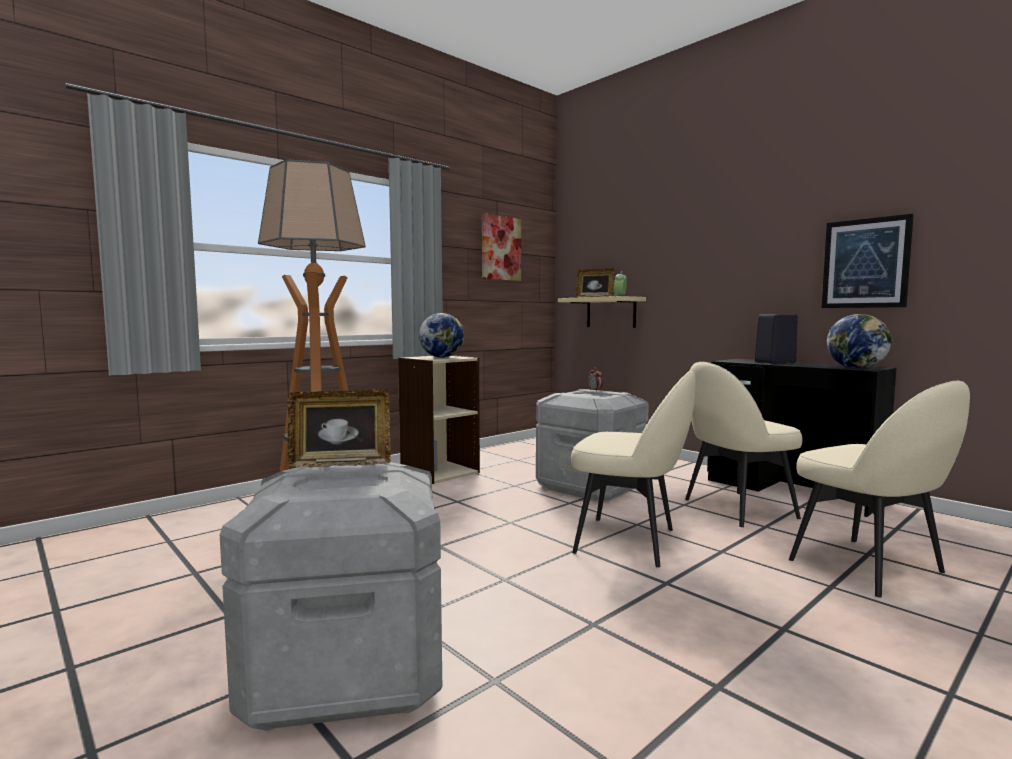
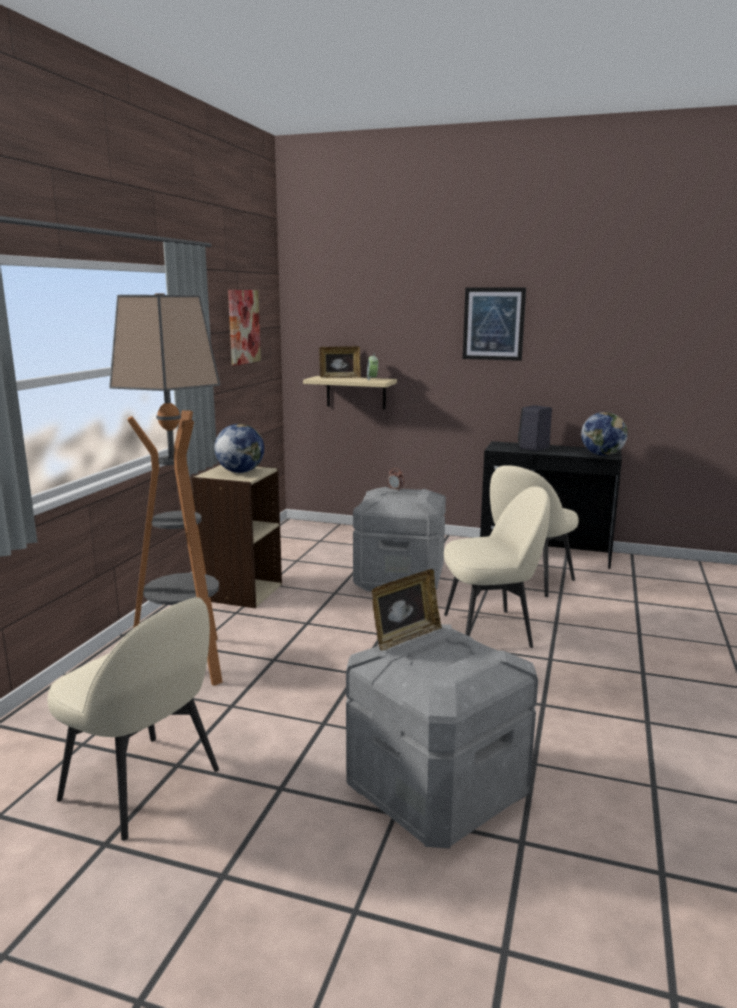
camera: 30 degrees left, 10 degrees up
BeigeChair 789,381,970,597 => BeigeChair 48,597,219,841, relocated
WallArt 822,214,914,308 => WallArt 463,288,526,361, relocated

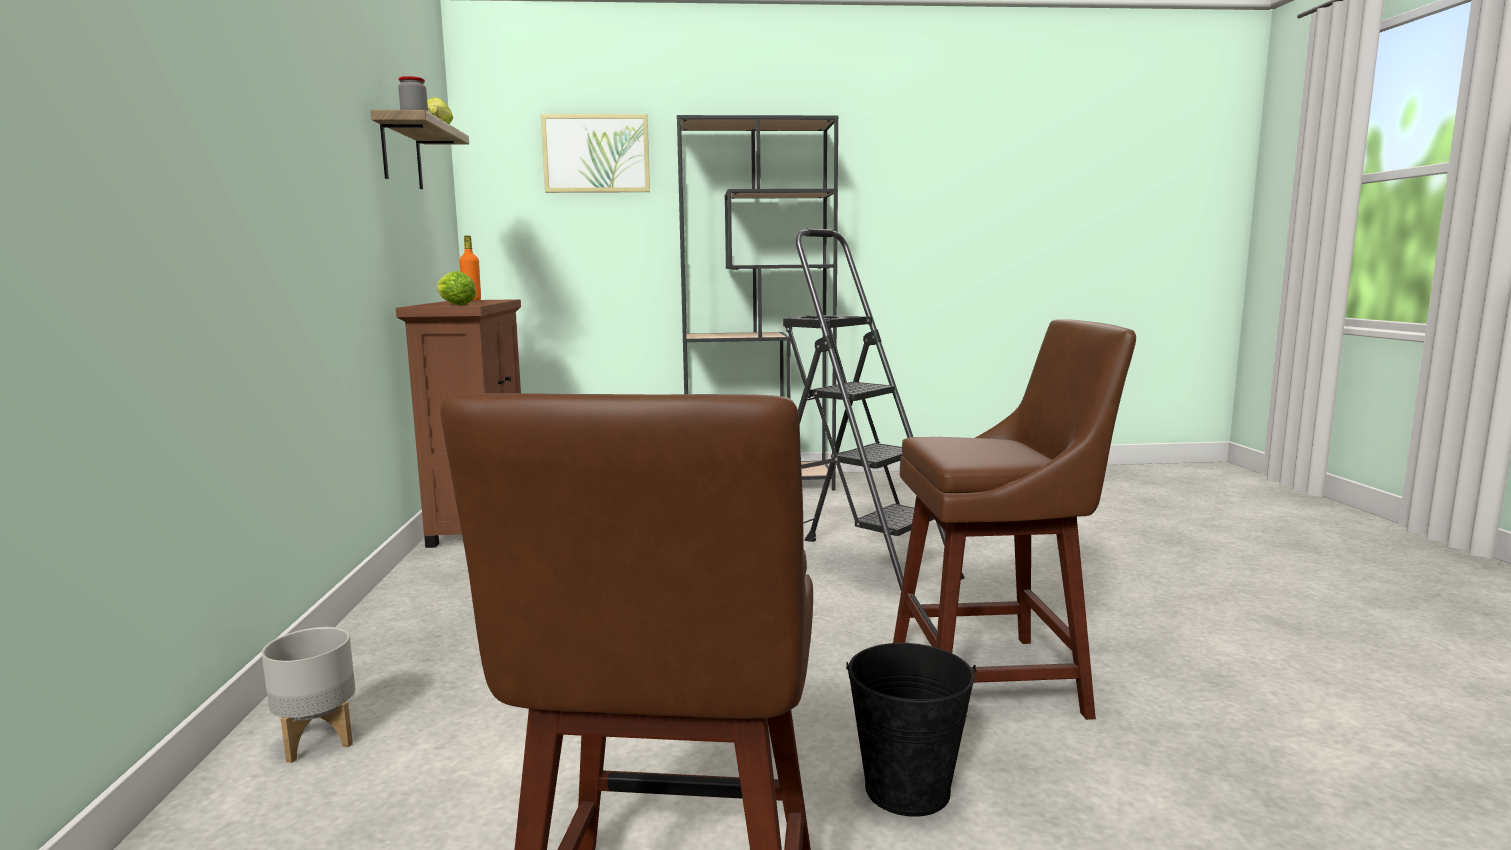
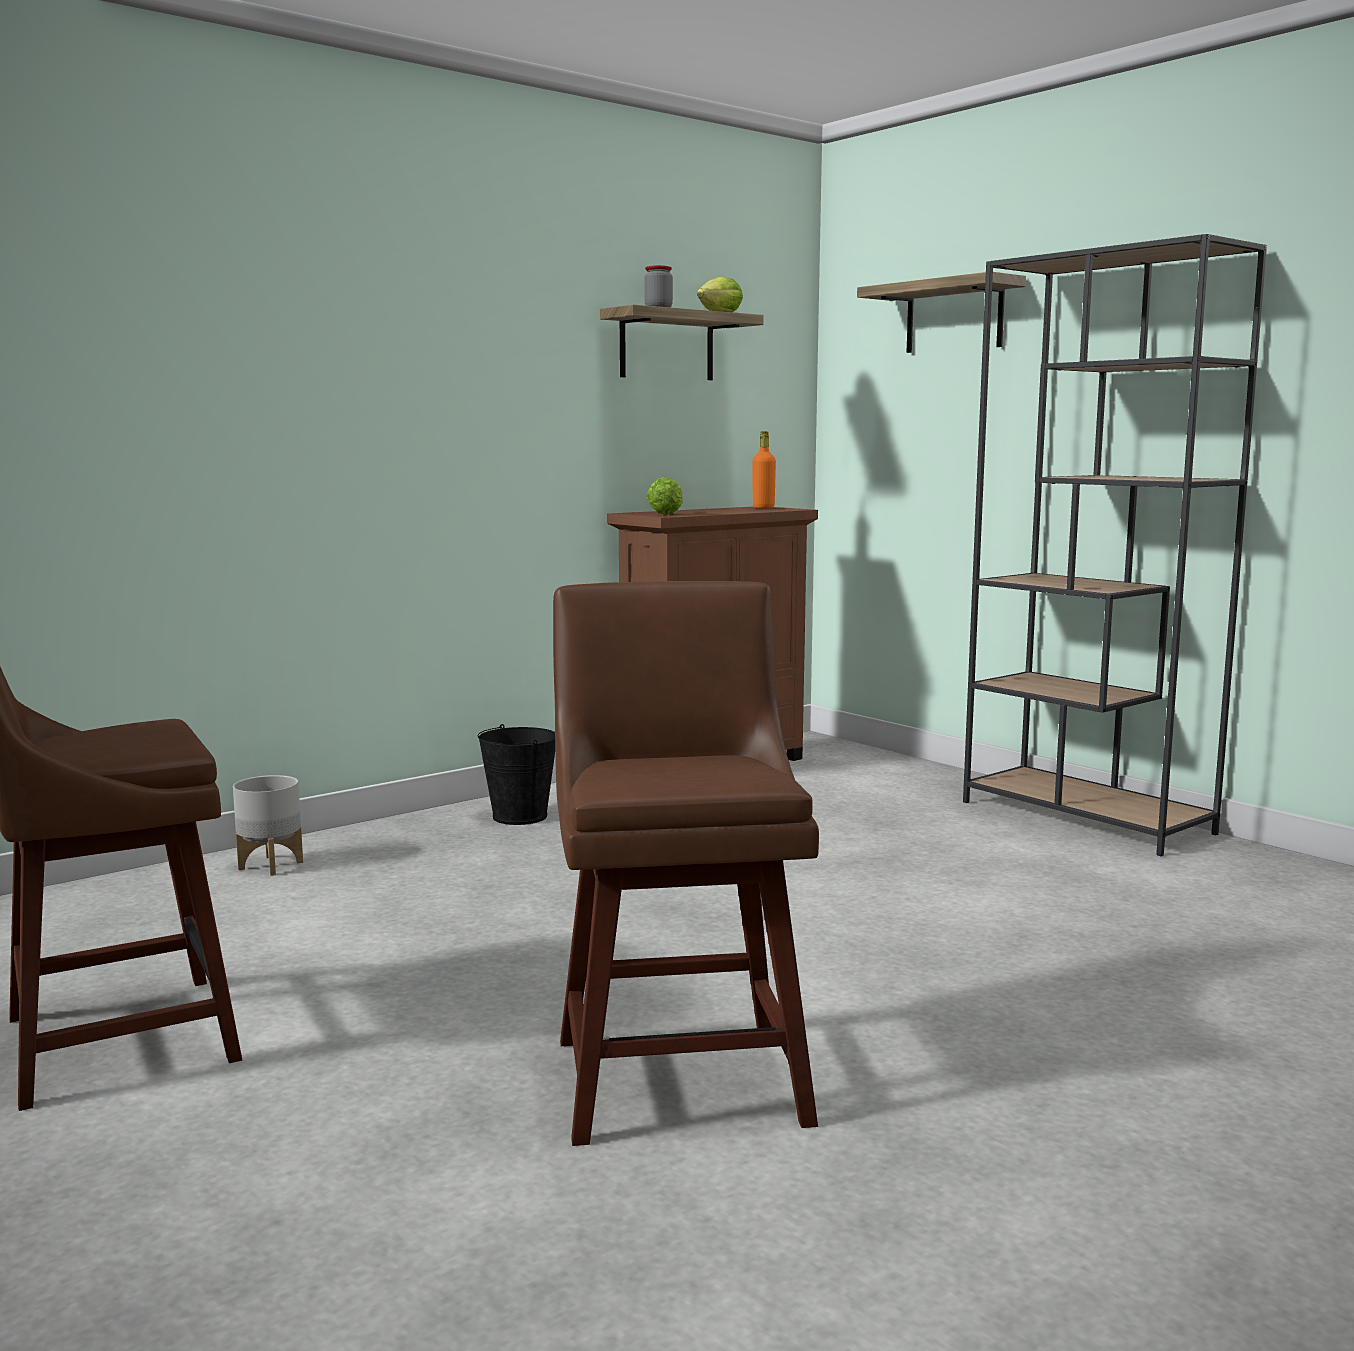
camera: 55 degrees right, 0 degrees up
BlackishWaterBucket 846,643,977,817 => BlackishWaterBucket 478,724,555,825, relocated
BrownChair 893,319,1136,720 => BrownChair 553,581,819,1146, 150 degrees counterclockwise
WallArt 541,114,650,193 => BracketShelf 857,272,1026,353
Stepladder 783,229,965,590 => nothing

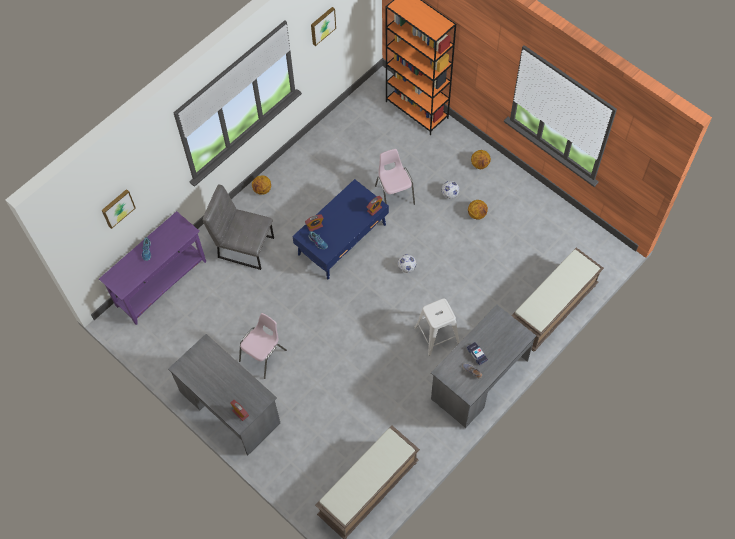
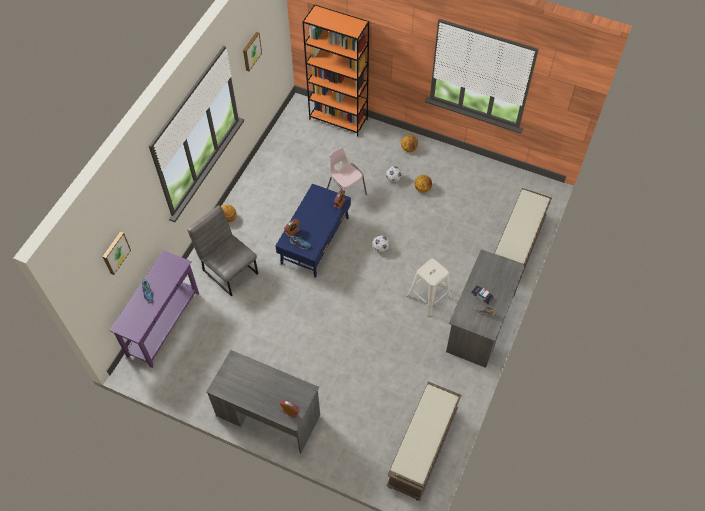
camera: 20 degrees left, 5 degrees down
GrayChair 202,184,274,270 => GrayChair 188,205,258,296, 45 degrees clockwise
PinkColouredChair 239,313,287,379 => nothing

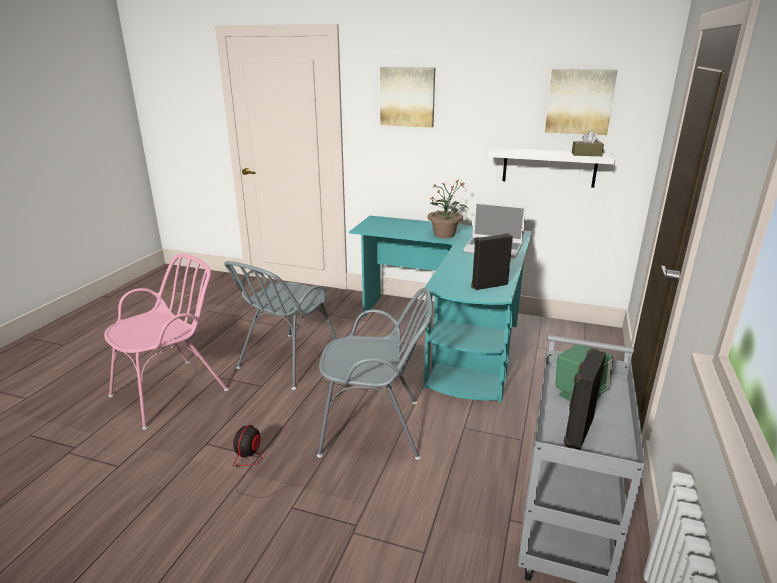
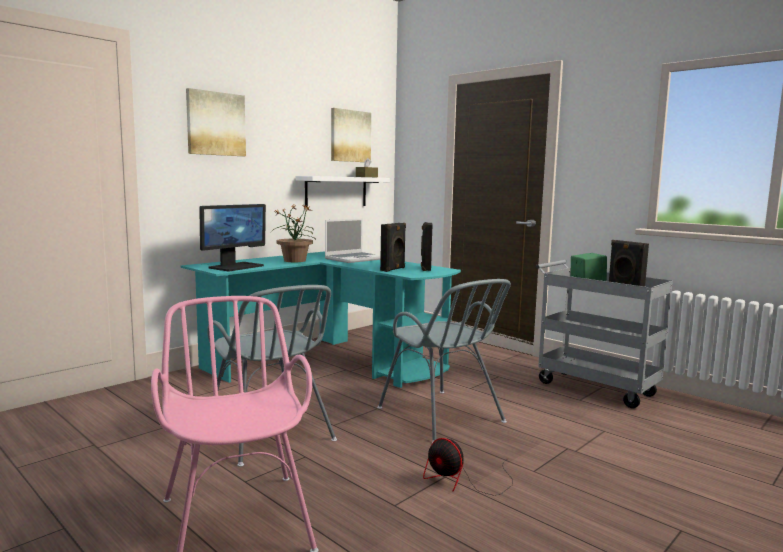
camera: 65 degrees left, 15 degrees down
nothing => ComputerDisplay 199,204,266,271
GrayChair 317,288,433,460 => GrayChair 377,279,511,443, 120 degrees clockwise
nothing => BlackishSpeaker 380,223,406,272

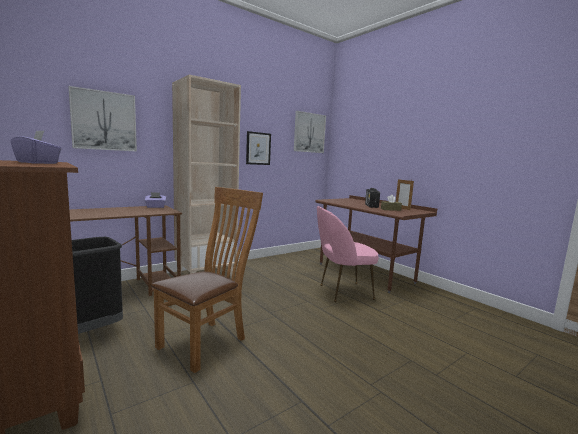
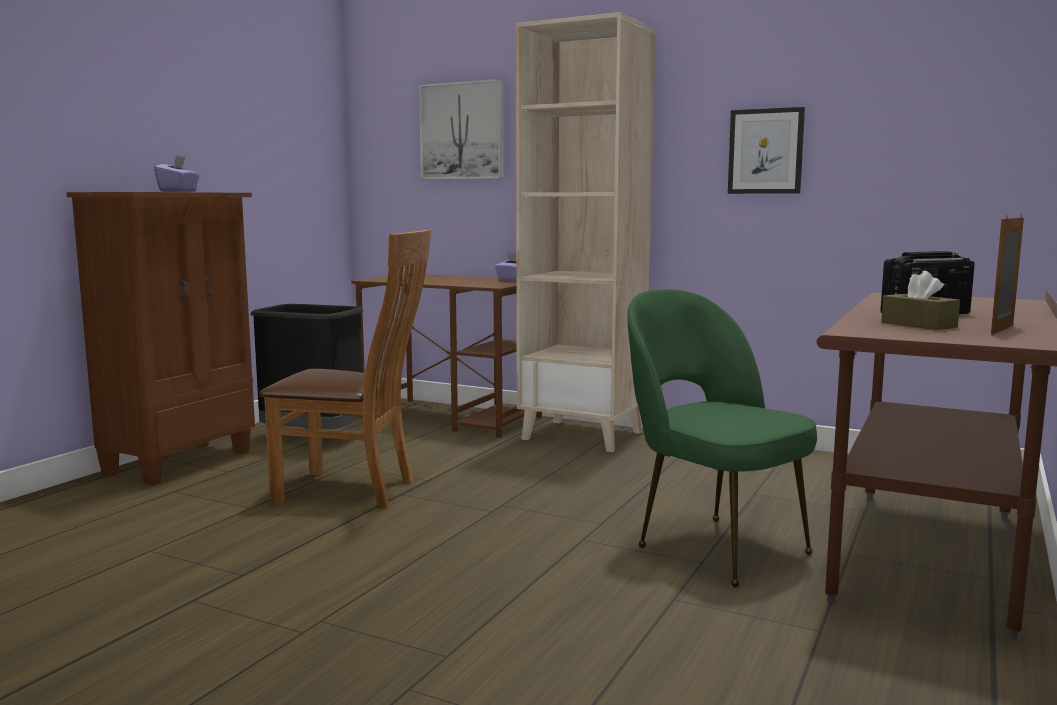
camera: 65 degrees right, 0 degrees up
PinkColouredChair 317,206,379,302 => GreenChair 627,289,817,587
WallArt 294,111,326,153 => nothing

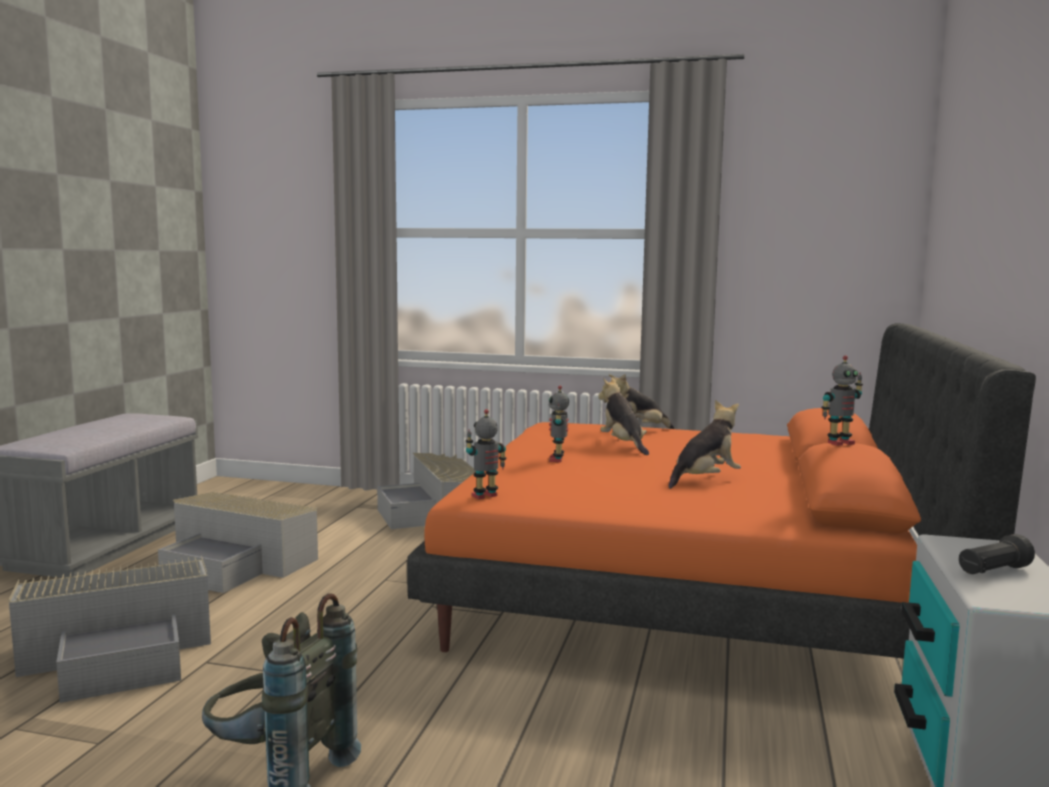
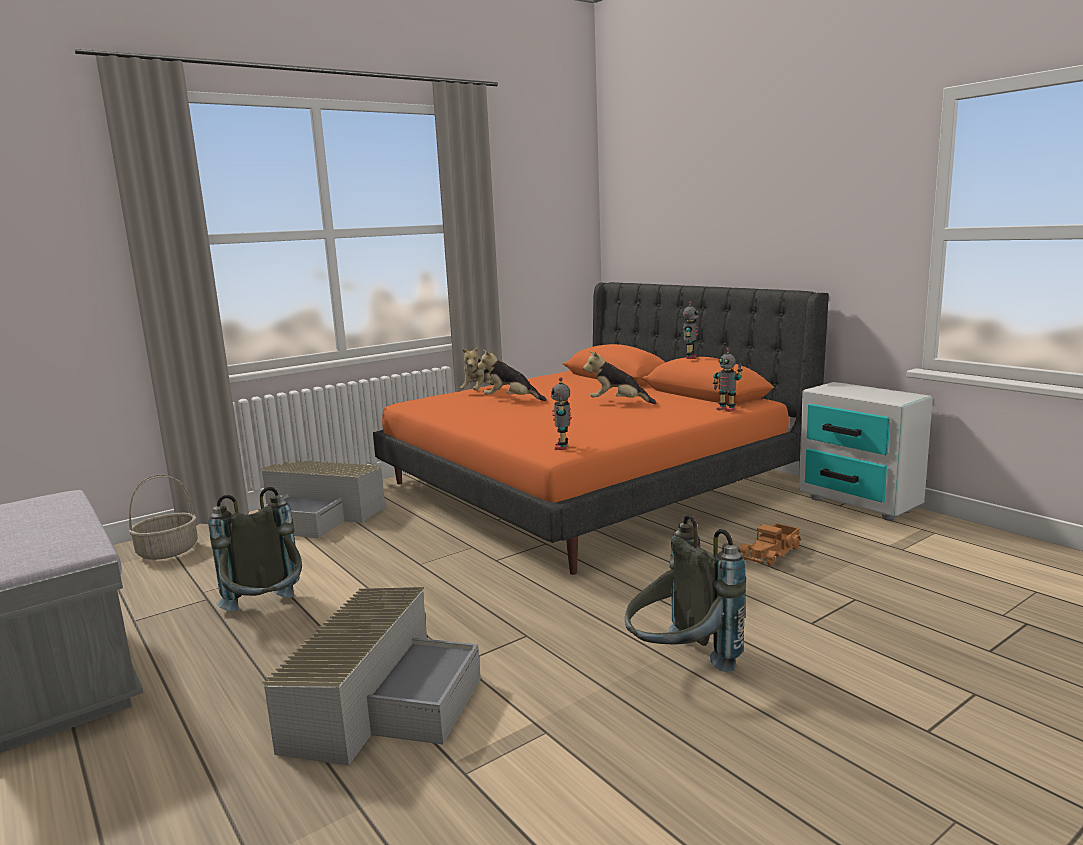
camera: 50 degrees left, 5 degrees up
nothing => HouseholdBasket 129,474,198,560
GrayStorageBox 158,492,318,593 => GrayRucksack 208,487,302,611
PlushToy 669,400,741,489 => PlushToy 583,351,656,404, 75 degrees counterclockwise
ToyRobot 549,385,569,462 => ToyRobot 713,348,743,412, relocated
nothing => ModelTruck 739,523,802,566
BlackishHandTorch 959,534,1035,574 => nothing

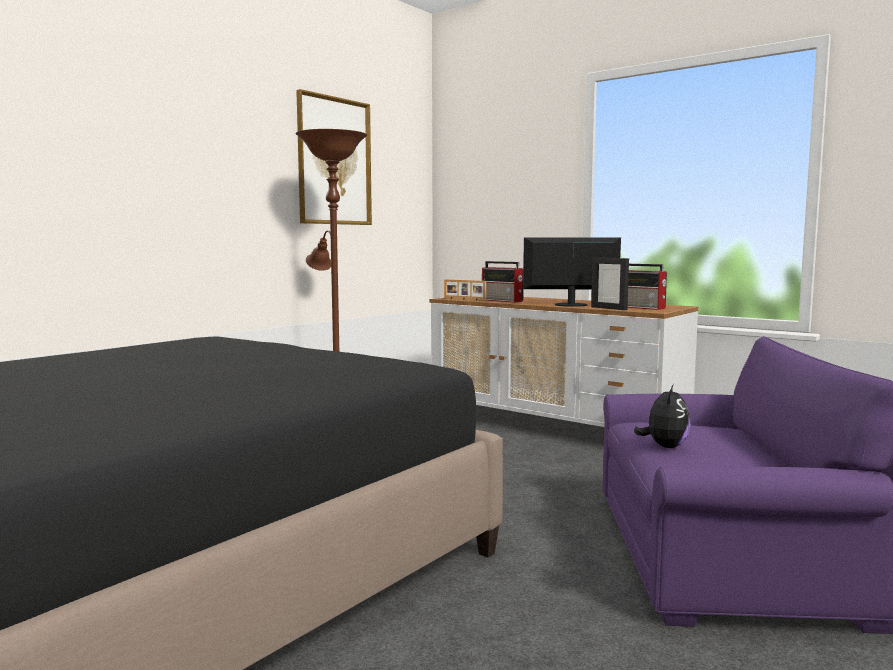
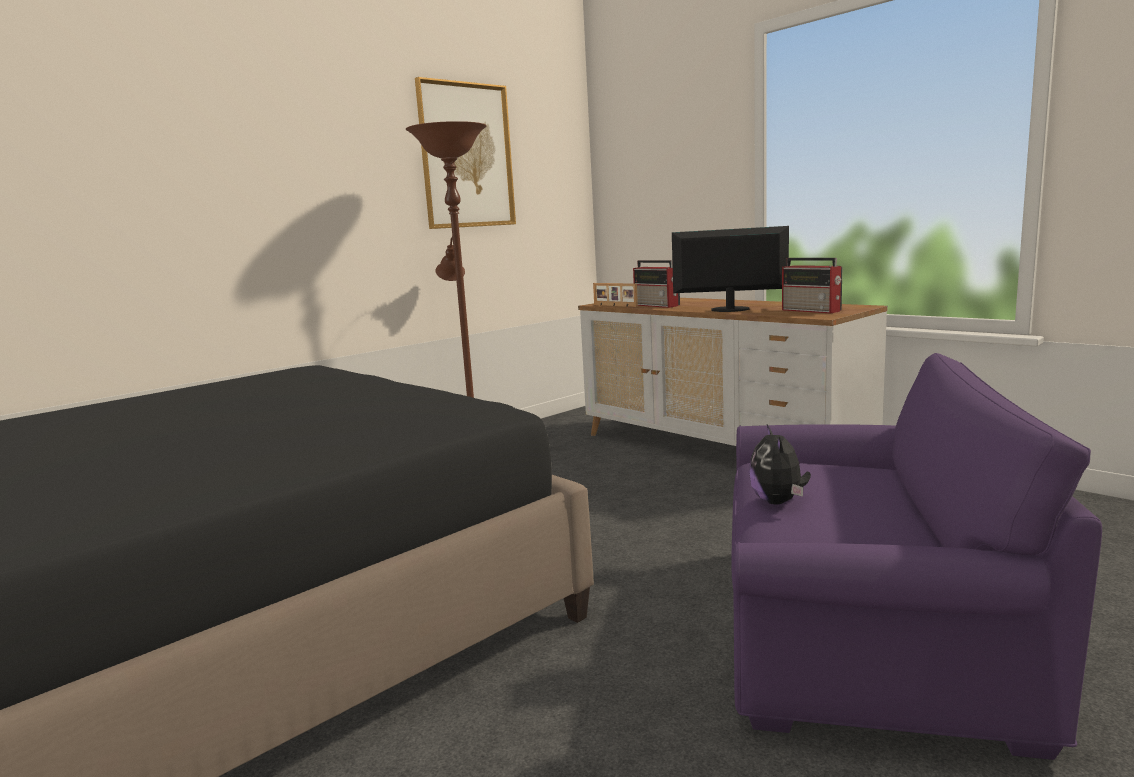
camera: 10 degrees right, 5 degrees up
PlushToy 634,385,691,448 => PlushToy 749,425,811,504, 150 degrees clockwise
StandingFrame 591,258,629,310 => nothing

